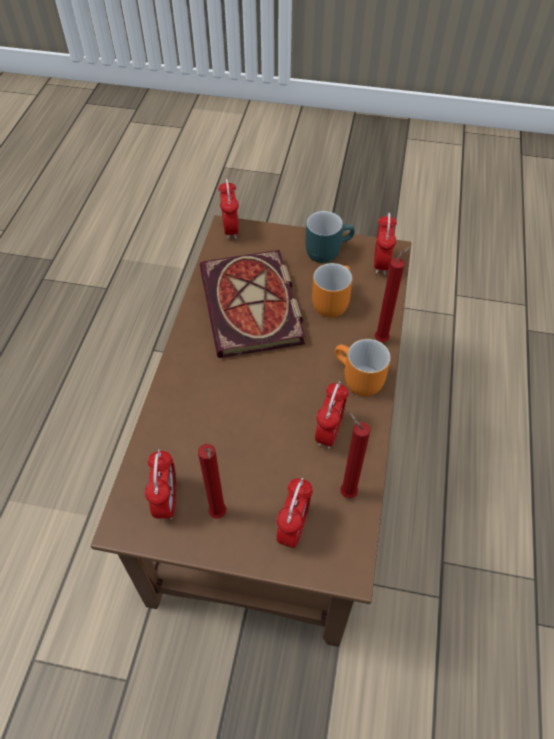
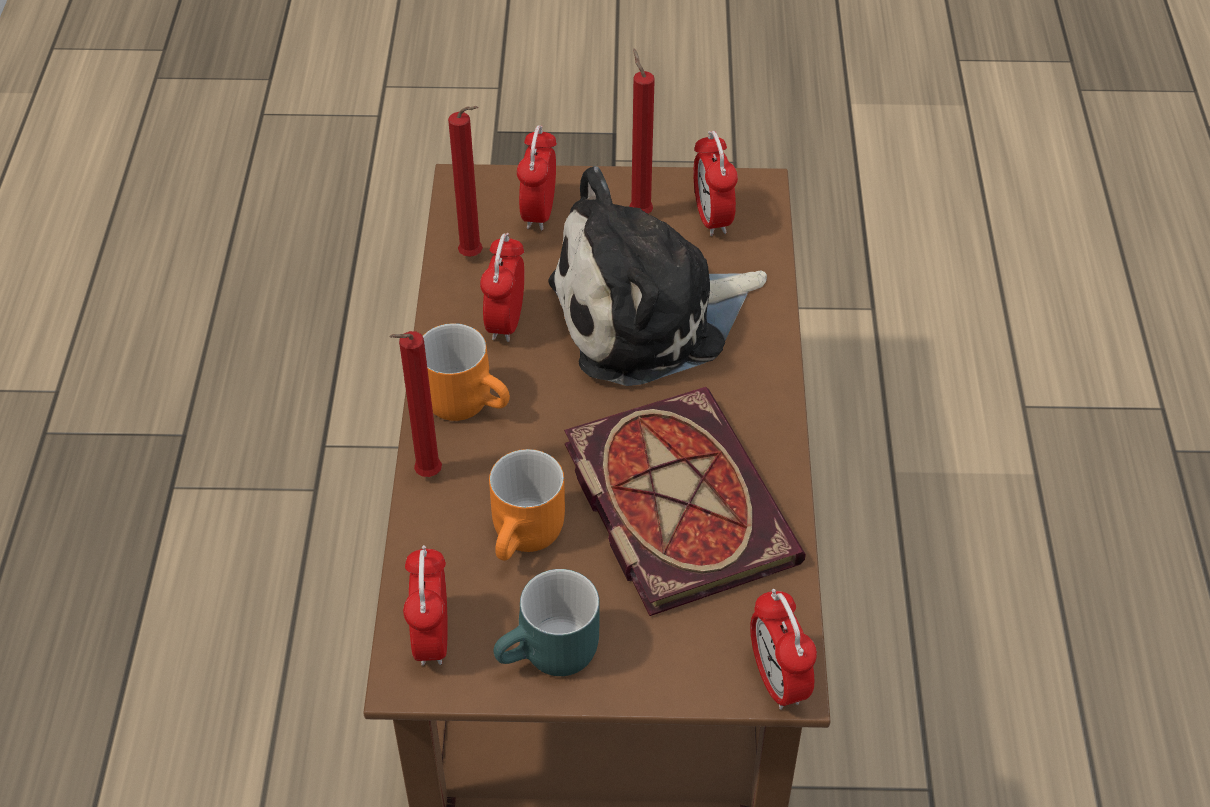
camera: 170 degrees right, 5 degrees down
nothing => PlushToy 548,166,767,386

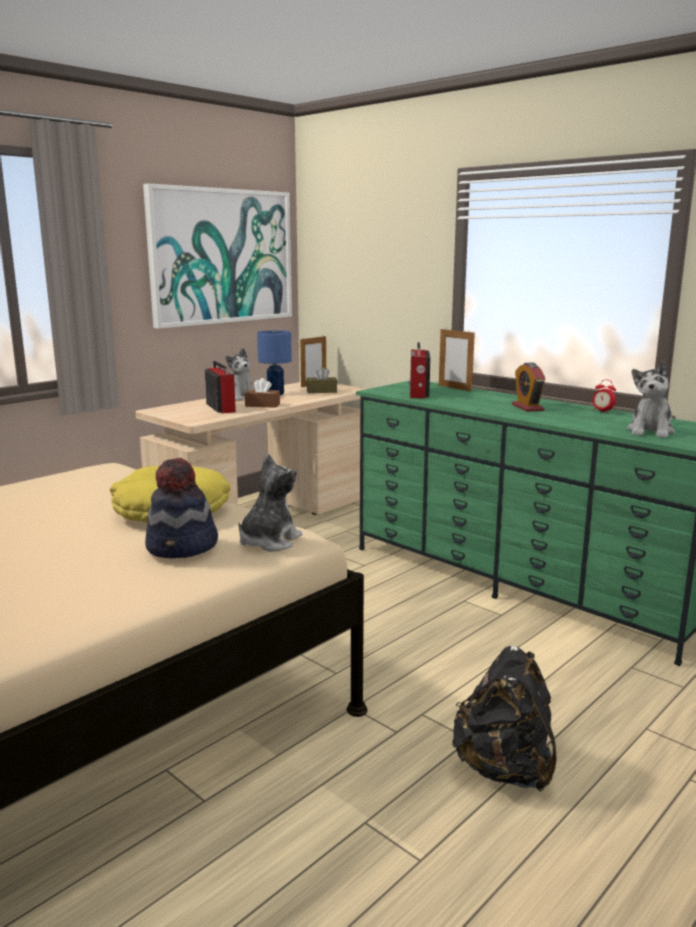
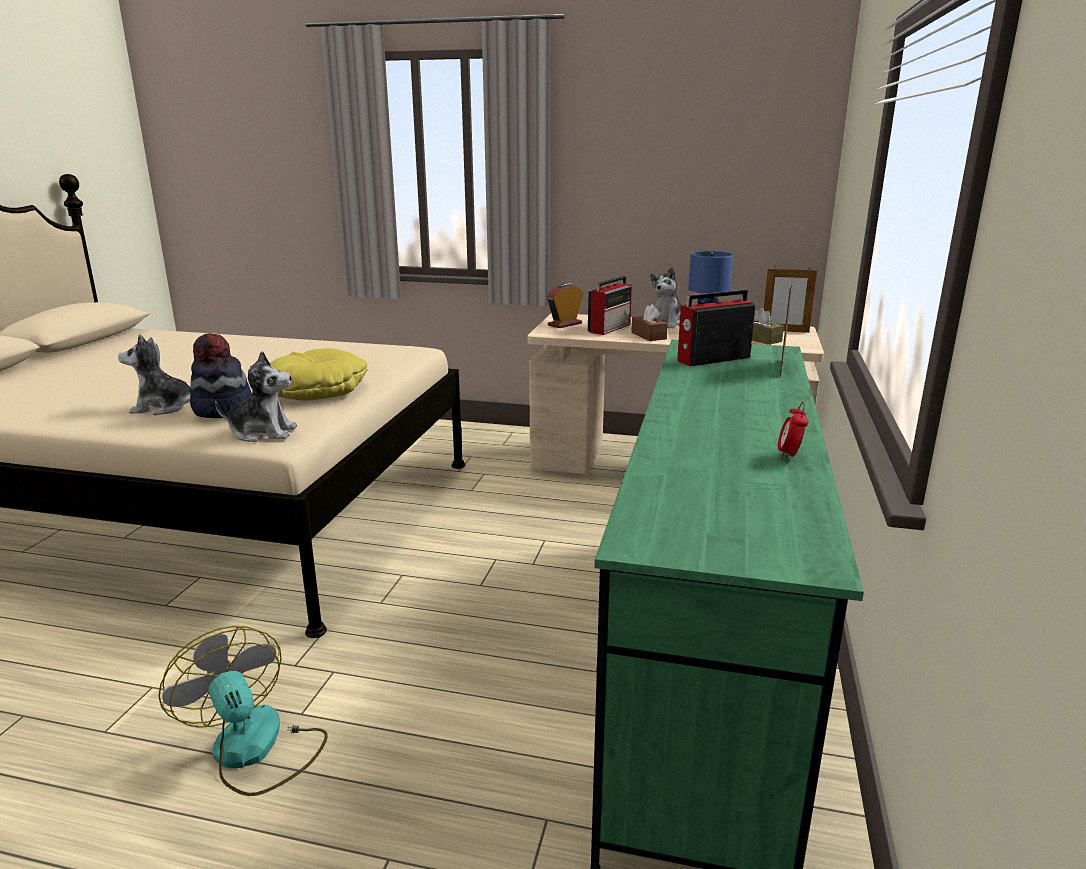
camera: 60 degrees right, 5 degrees up
PlushToy 626,361,675,438 => PlushToy 118,334,191,415, relocated
BlackishRucksack 452,646,557,792 => Fan 158,626,328,796
TableClock 512,363,545,412 => TableClock 547,283,583,328, relocated
WallArt 143,183,292,329 => nothing

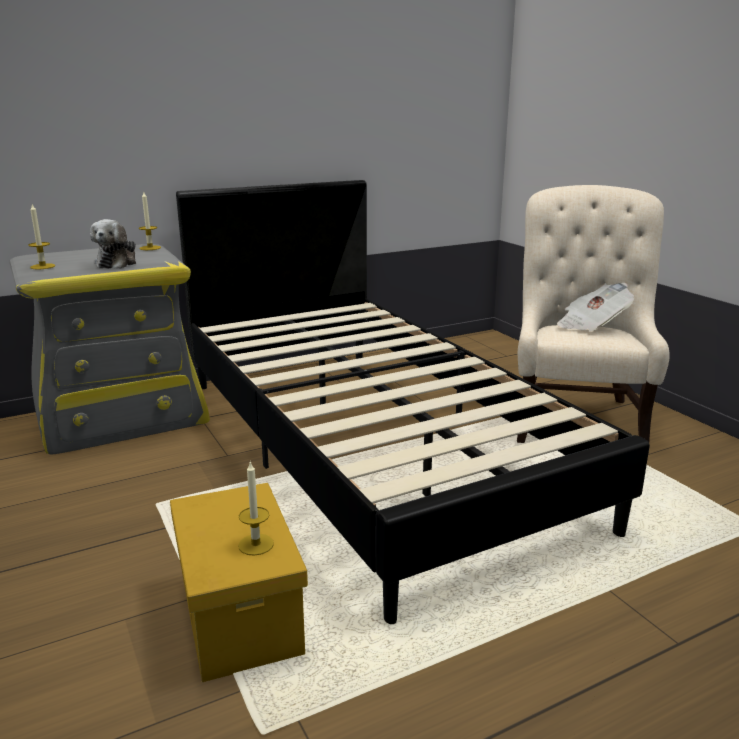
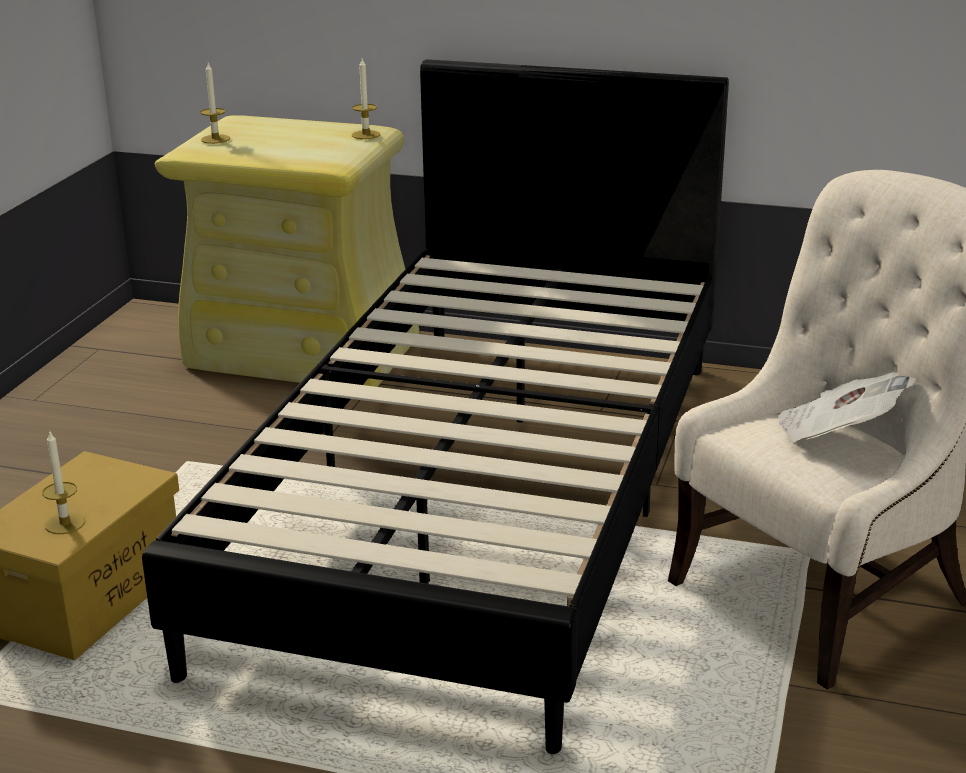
camera: 45 degrees right, 5 degrees up
GrayBedsideTable 9,244,210,454 => YellowishBedsideTable 155,115,420,387
PlushToy 90,219,136,269 => nothing

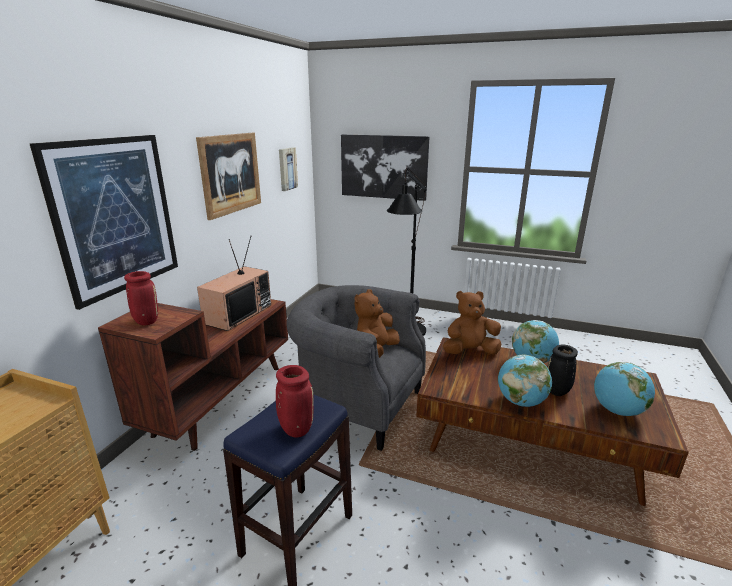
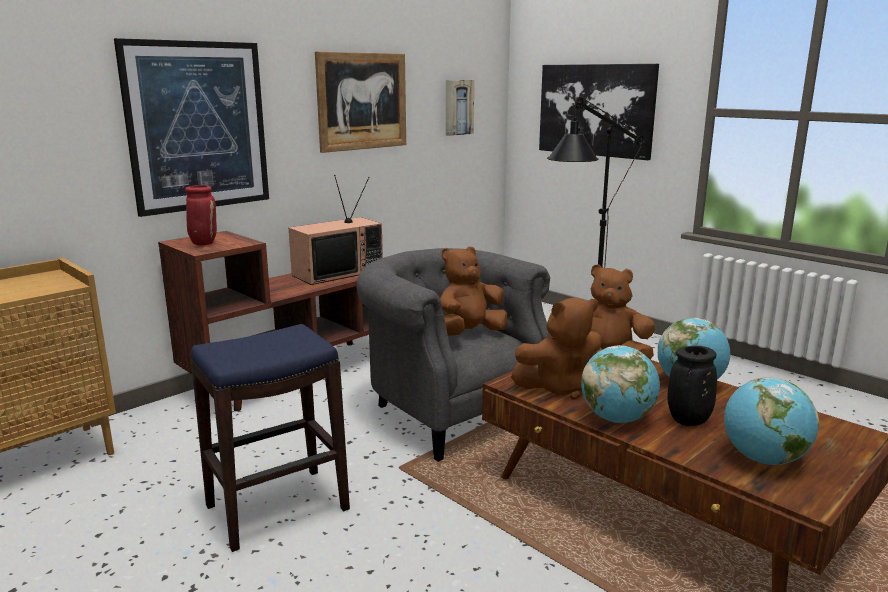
camera: 25 degrees right, 5 degrees down
nothing => BrownPlushToy 511,298,602,400
ReddishFlowerVase 276,365,313,438 => nothing

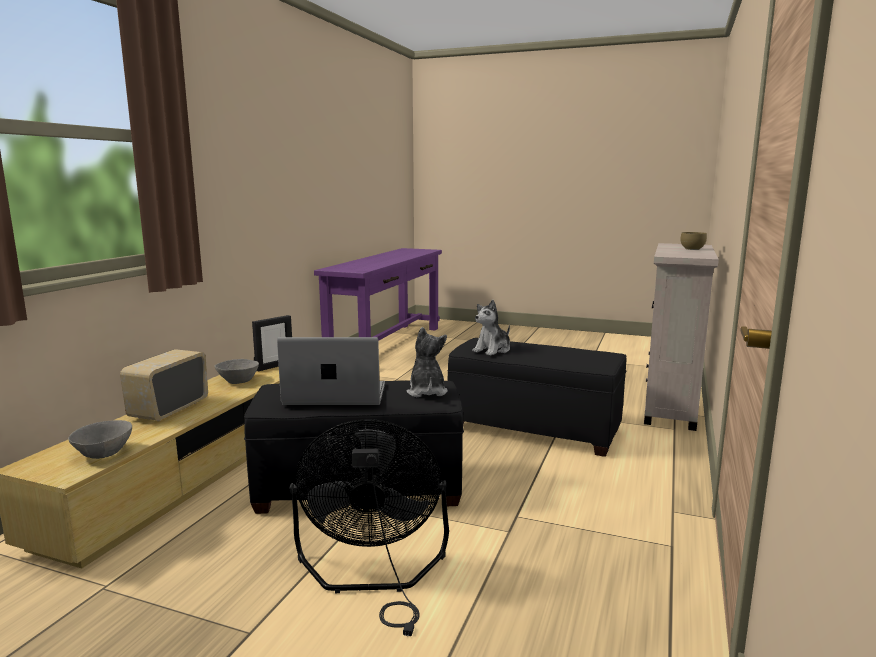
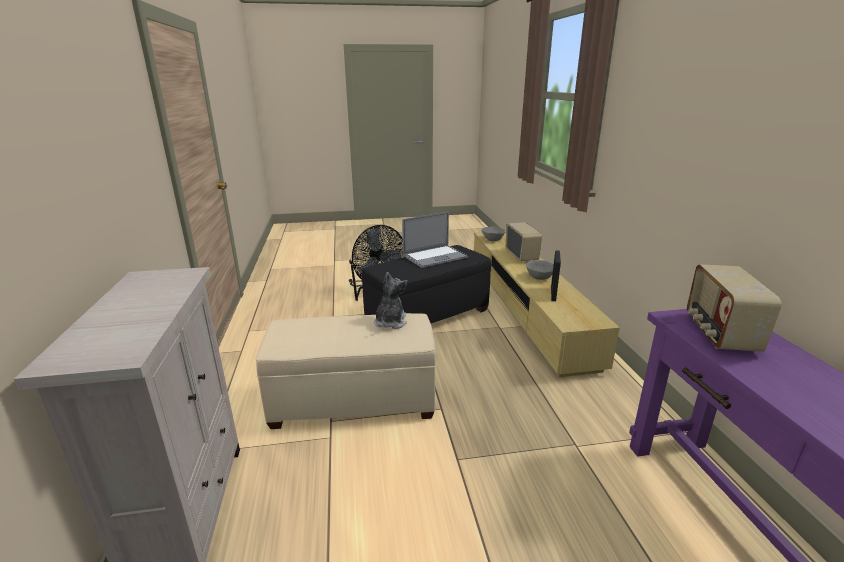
camera: 150 degrees right, 10 degrees up
BlackishPouffe 448,338,626,457 => BeigePouffe 256,313,436,429
nothing => RadioSet 687,264,782,352
PlushToy 406,327,448,397 => nothing
BrownDeepDish 680,232,707,250 => nothing

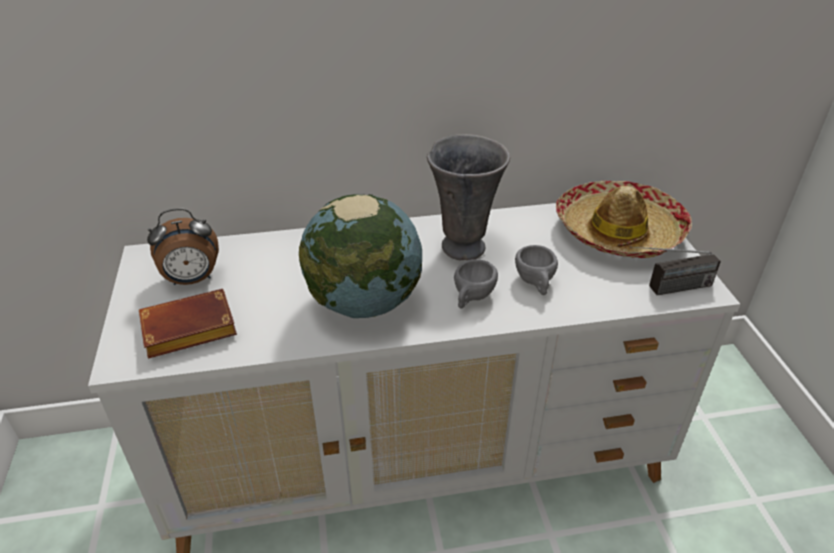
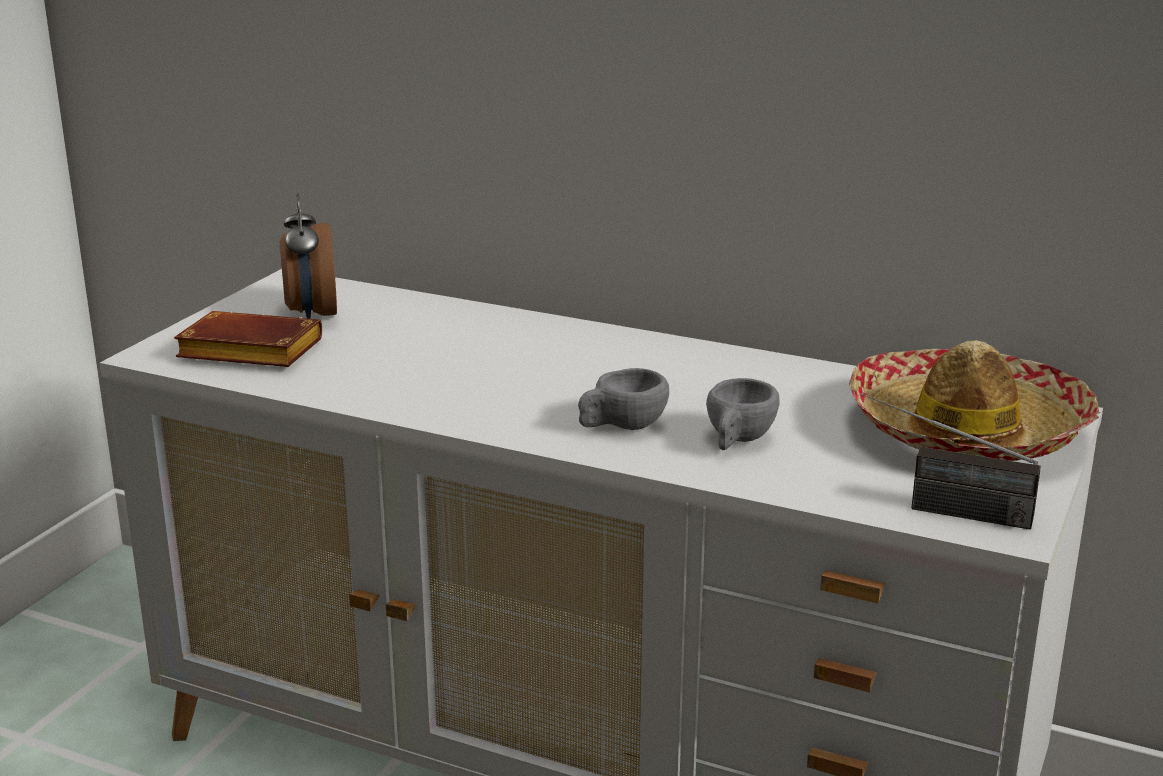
camera: 35 degrees right, 15 degrees down
TableClock 147,208,219,285 => TableClock 280,193,337,319, 60 degrees clockwise
WorldGlobe 299,194,422,318 => nothing
GrayFlowerVase 427,134,510,260 => nothing

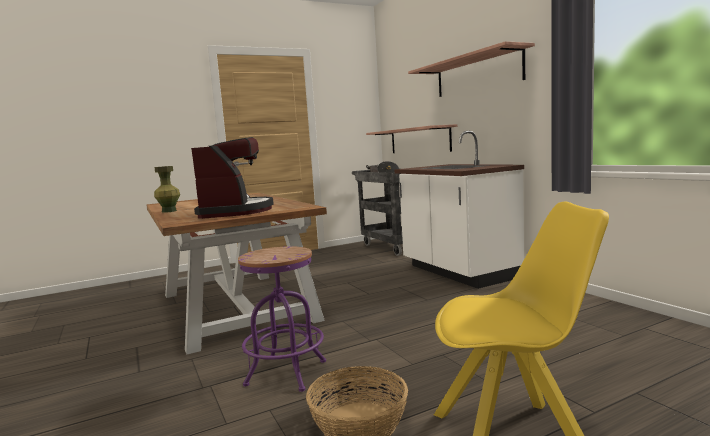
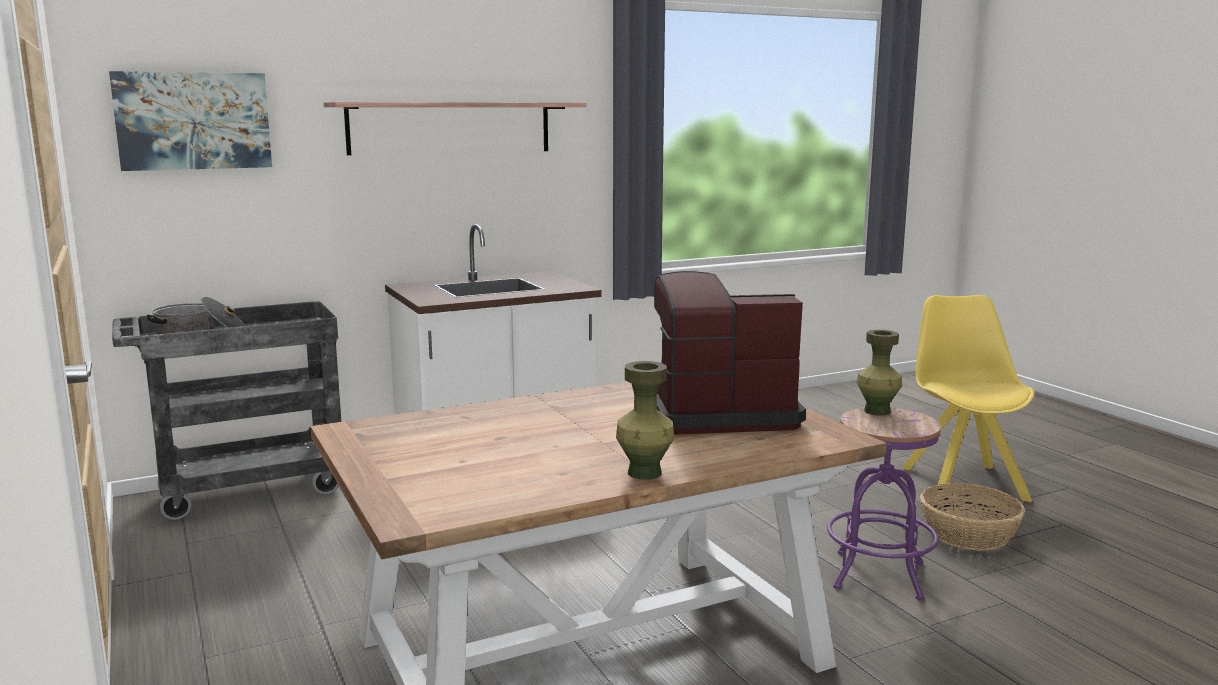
camera: 90 degrees left, 5 degrees up
nothing => WallArt 109,71,272,171
nothing => GreenFlowerVase 857,330,902,416
BracketShelf 366,124,457,153 => nothing

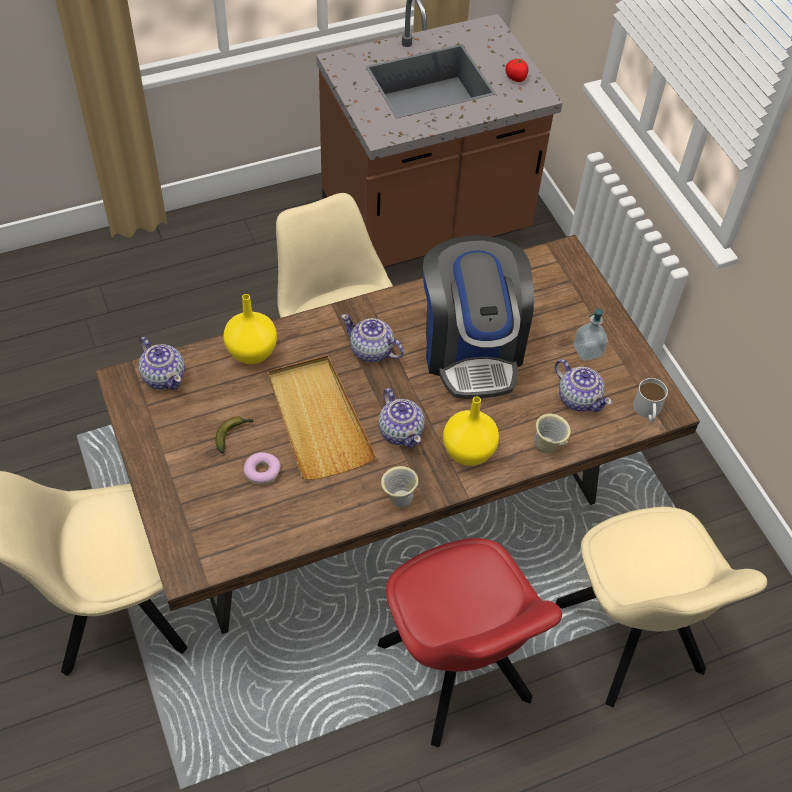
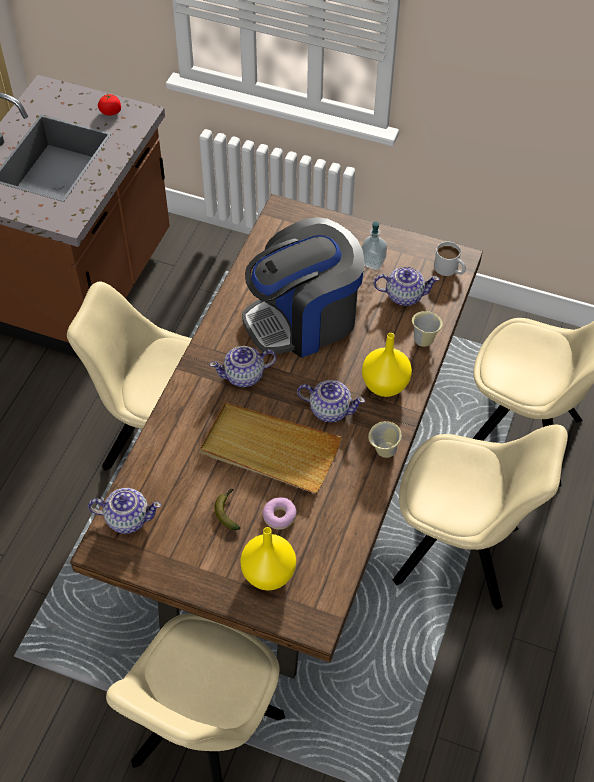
camera: 45 degrees left, 0 degrees up
YellowishFlowerVase 224,294,277,364 => YellowishFlowerVase 240,527,296,591, relocated
CoffeeMaker 423,235,534,399 => CoffeeMaker 242,217,364,358, 120 degrees clockwise
ReddishChair 377,538,562,747 => BeigeChair 393,425,568,610

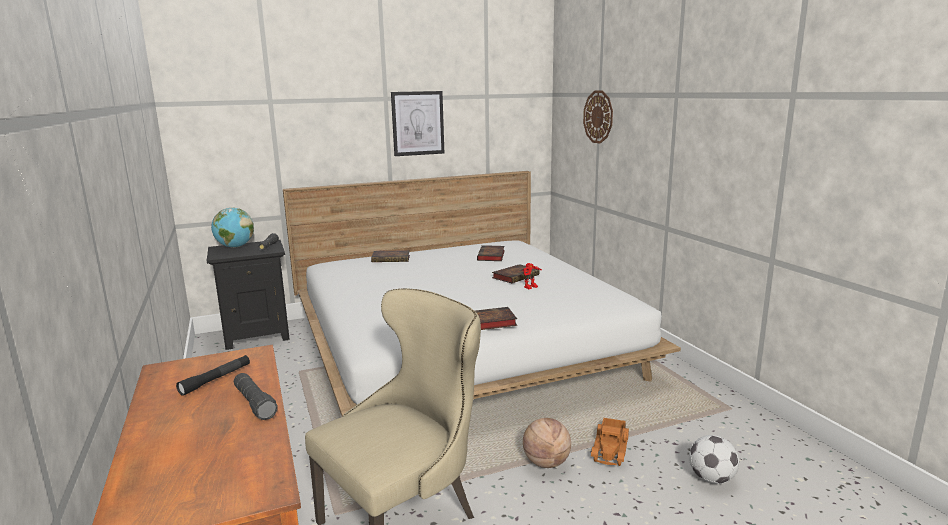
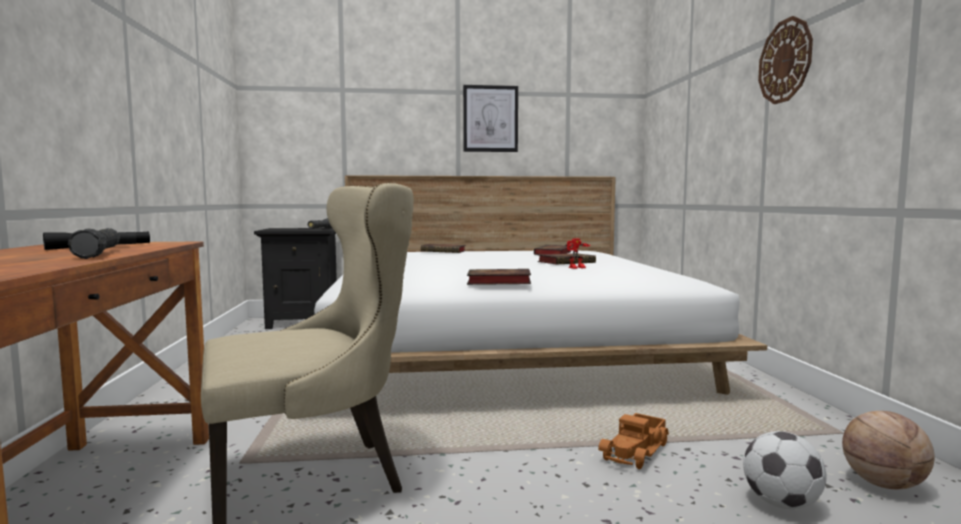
camera: 15 degrees right, 10 degrees down
HangingClock 583,90,613,144 => HangingClock 758,16,813,104, relocated
BallForBasketball 523,418,571,468 => BallForBasketball 842,411,935,489, relocated
WorldGlobe 211,208,254,248 => nothing

